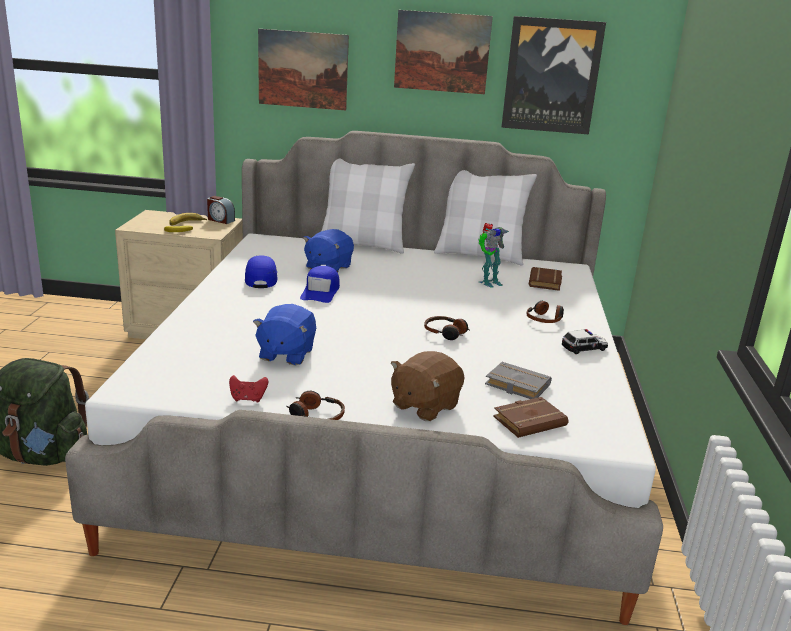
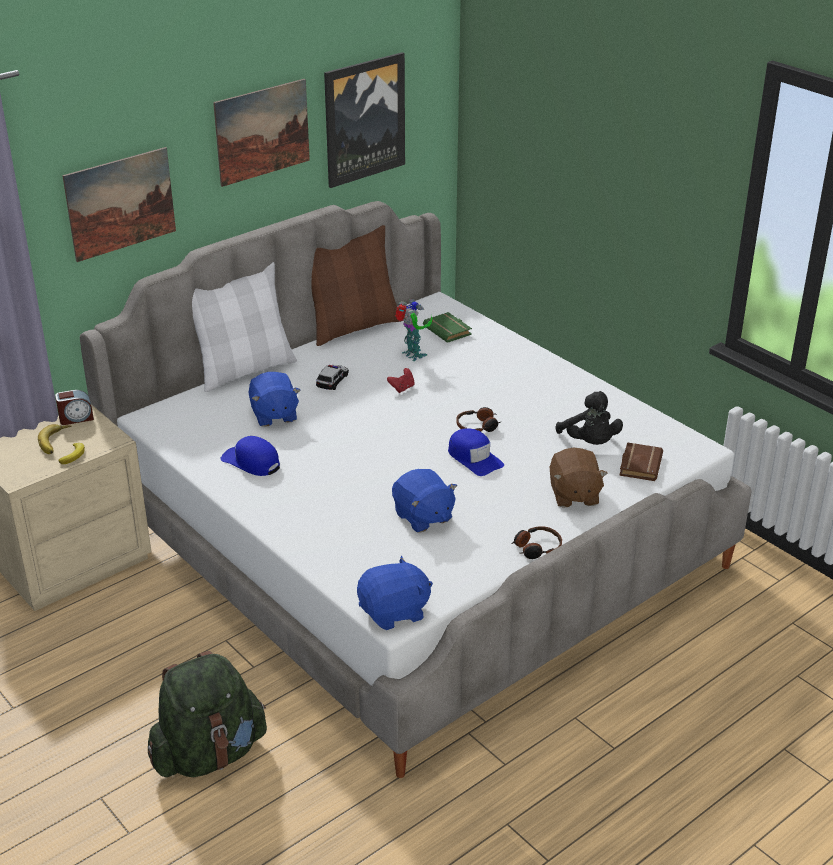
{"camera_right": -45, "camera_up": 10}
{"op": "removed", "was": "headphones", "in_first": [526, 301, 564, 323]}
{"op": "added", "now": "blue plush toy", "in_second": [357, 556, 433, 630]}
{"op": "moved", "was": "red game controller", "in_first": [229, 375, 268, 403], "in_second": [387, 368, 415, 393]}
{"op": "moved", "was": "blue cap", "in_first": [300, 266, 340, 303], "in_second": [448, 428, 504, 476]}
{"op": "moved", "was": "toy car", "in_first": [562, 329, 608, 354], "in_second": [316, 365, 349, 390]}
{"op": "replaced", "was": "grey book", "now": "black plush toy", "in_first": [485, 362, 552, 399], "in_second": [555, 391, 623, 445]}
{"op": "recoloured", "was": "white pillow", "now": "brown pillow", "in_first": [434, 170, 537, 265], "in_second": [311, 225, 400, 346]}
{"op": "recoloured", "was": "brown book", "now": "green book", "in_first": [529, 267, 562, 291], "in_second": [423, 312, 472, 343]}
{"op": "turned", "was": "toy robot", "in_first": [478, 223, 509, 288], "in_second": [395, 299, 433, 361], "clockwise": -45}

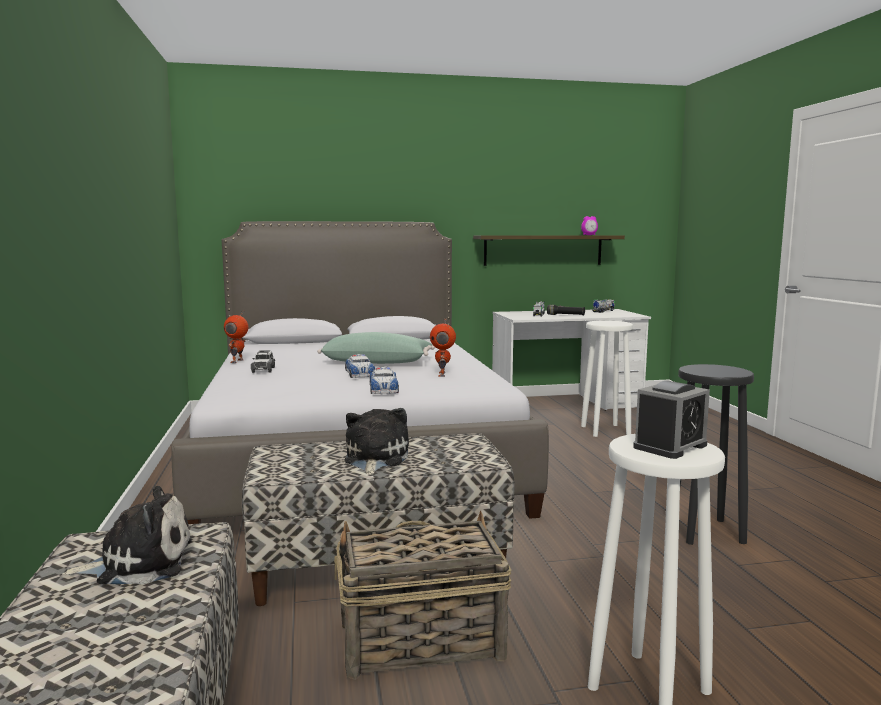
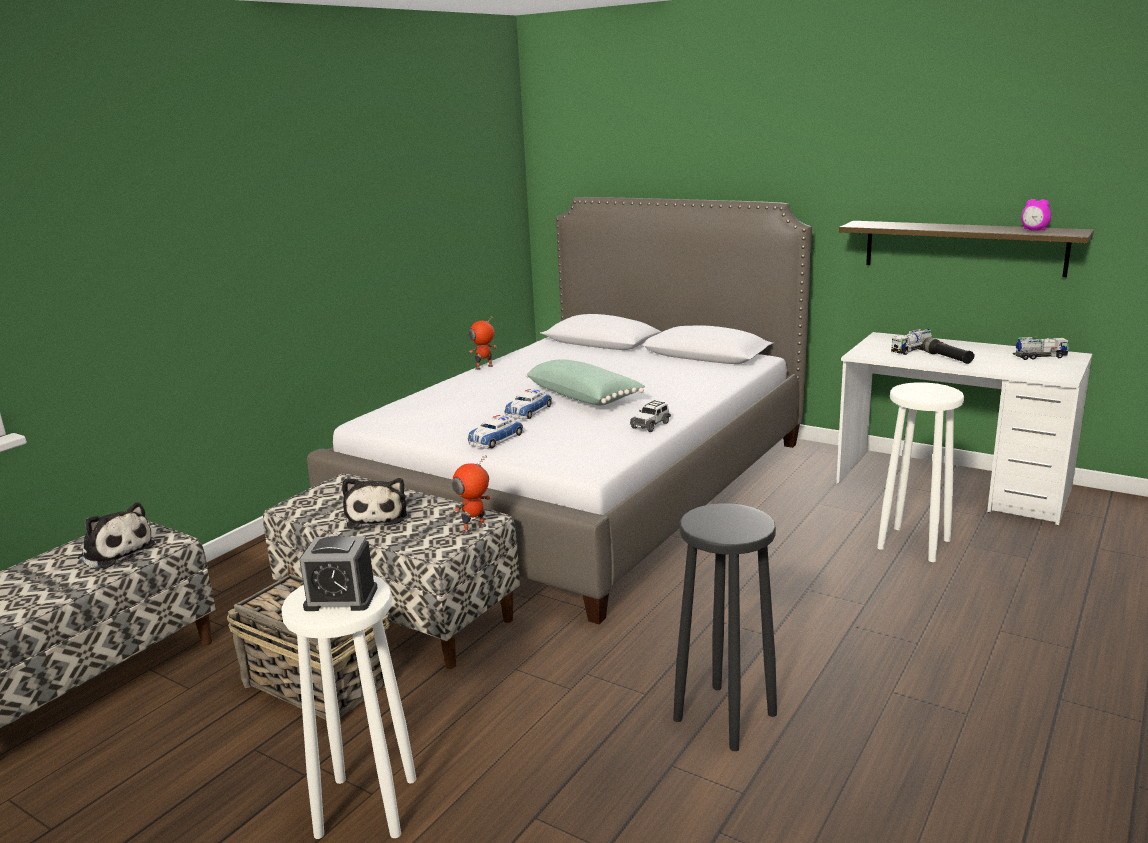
{"camera_right": 45, "camera_up": 10}
{"op": "moved", "was": "toy car", "in_first": [251, 350, 275, 373], "in_second": [630, 400, 671, 432]}
{"op": "moved", "was": "toy robot", "in_first": [430, 318, 456, 377], "in_second": [452, 455, 491, 535]}
{"op": "turned", "was": "plush toy", "in_first": [344, 408, 409, 475], "in_second": [342, 478, 408, 529], "clockwise": 120}

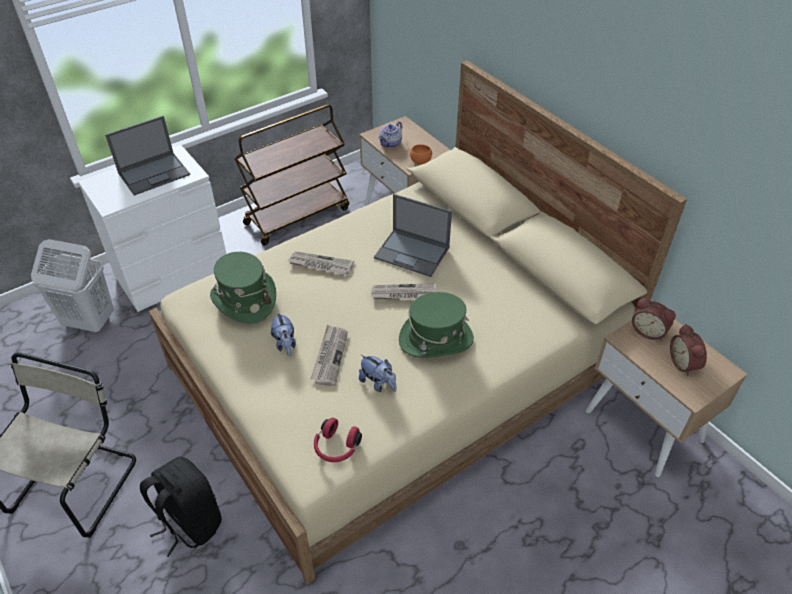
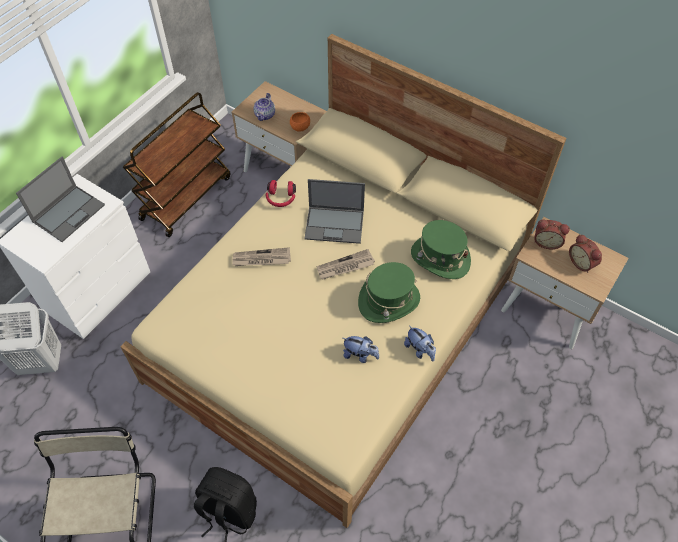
{"camera_right": -20, "camera_up": 10}
{"op": "removed", "was": "newspaper", "in_first": [311, 325, 348, 386]}
{"op": "moved", "was": "green hat", "in_first": [210, 252, 276, 324], "in_second": [411, 220, 471, 279]}
{"op": "moved", "was": "plush toy", "in_first": [271, 311, 296, 356], "in_second": [404, 326, 436, 362]}
{"op": "moved", "was": "red headphones", "in_first": [314, 418, 362, 462], "in_second": [266, 180, 296, 207]}

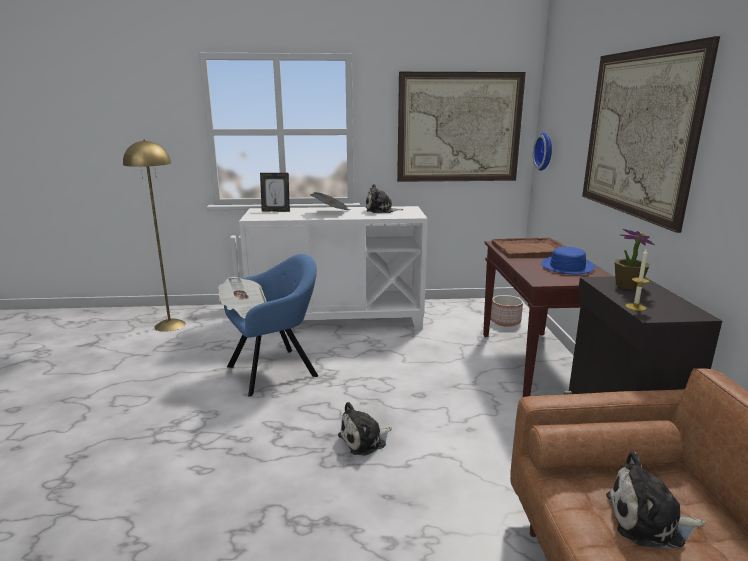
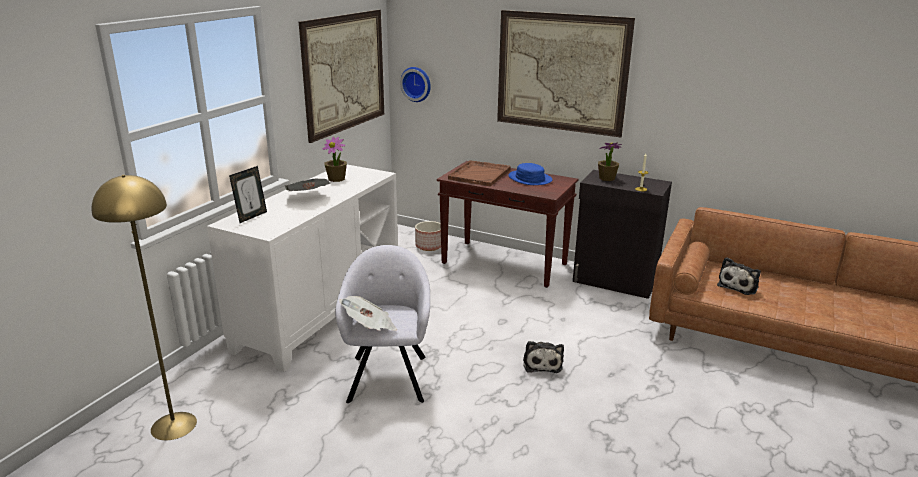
{"camera_right": -60, "camera_up": 5}
{"op": "replaced", "was": "plush toy", "now": "potted plant", "in_first": [366, 184, 403, 213], "in_second": [323, 137, 347, 182]}
{"op": "recoloured", "was": "blue armchair", "now": "grey armchair", "in_first": [224, 254, 318, 397], "in_second": [335, 245, 430, 403]}

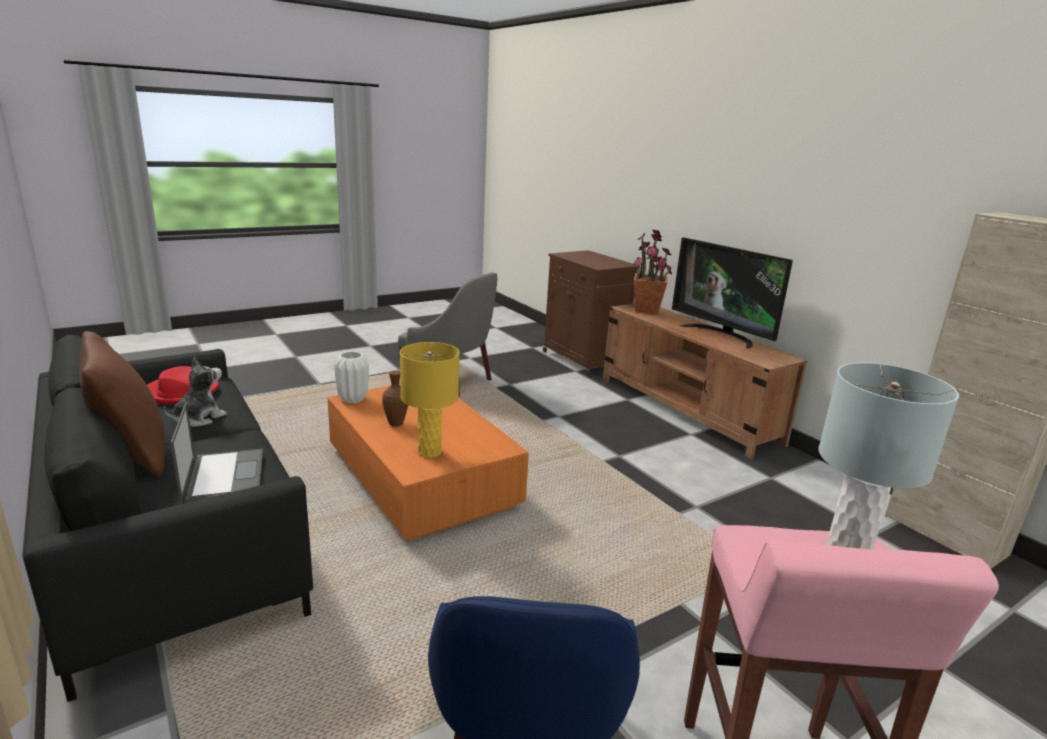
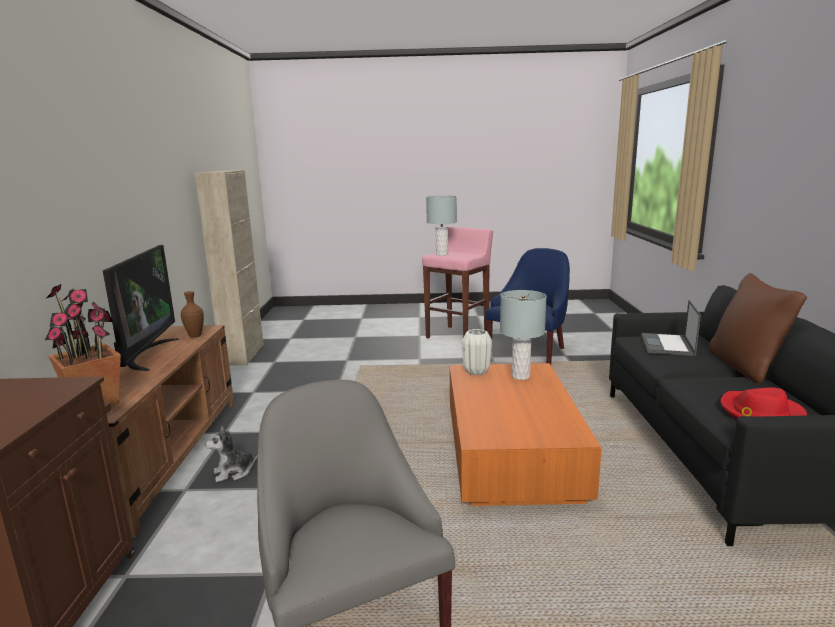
{"camera_right": -145, "camera_up": -5}
{"op": "moved", "was": "plush toy", "in_first": [164, 357, 227, 427], "in_second": [205, 426, 258, 482]}
{"op": "moved", "was": "white vase", "in_first": [334, 351, 369, 403], "in_second": [462, 329, 492, 375]}
{"op": "moved", "was": "brown vase", "in_first": [382, 370, 408, 426], "in_second": [181, 291, 204, 338]}
{"op": "recoloured", "was": "yellow table lamp", "now": "grey table lamp", "in_first": [400, 342, 459, 458], "in_second": [500, 290, 547, 380]}

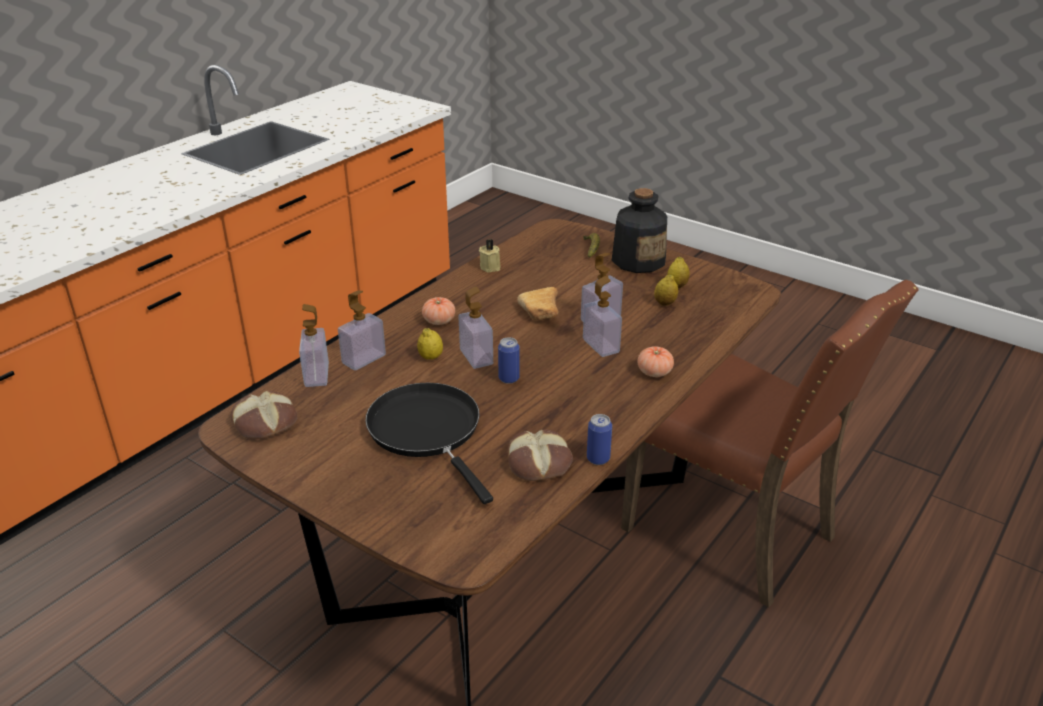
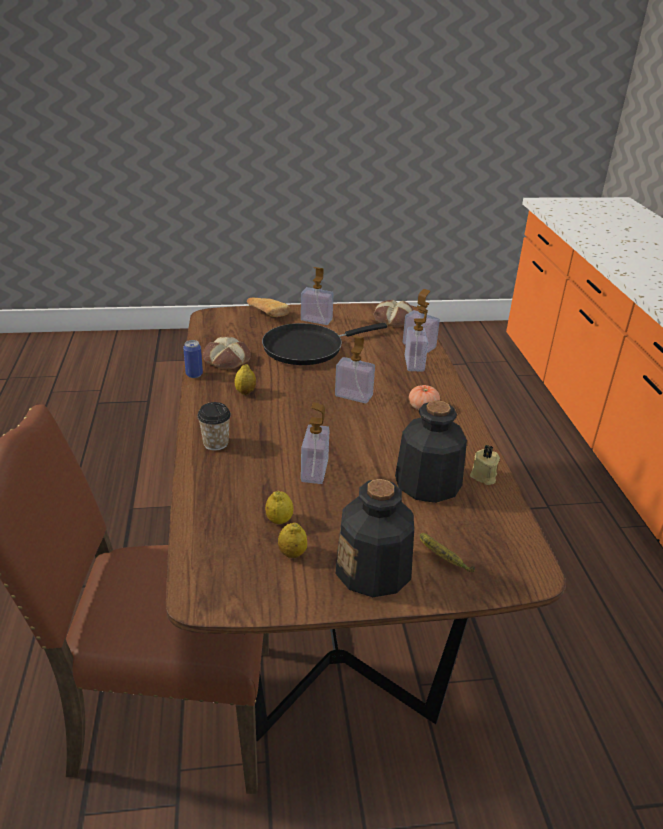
{"camera_right": 135, "camera_up": 0}
{"op": "removed", "was": "can", "in_first": [498, 337, 520, 384]}
{"op": "added", "now": "bottle", "in_second": [395, 400, 467, 503]}
{"op": "moved", "was": "lemon", "in_first": [417, 328, 443, 360], "in_second": [235, 364, 256, 395]}
{"op": "moved", "was": "bread", "in_first": [517, 287, 558, 320], "in_second": [247, 298, 290, 317]}
{"op": "moved", "was": "soap dispenser", "in_first": [583, 276, 622, 357], "in_second": [301, 267, 334, 325]}
{"op": "replaced", "was": "tomato", "now": "cup", "in_first": [637, 346, 674, 377], "in_second": [197, 402, 231, 451]}
{"op": "turned", "was": "black frying pan", "in_first": [365, 383, 493, 504], "in_second": [262, 323, 387, 365], "clockwise": 135}

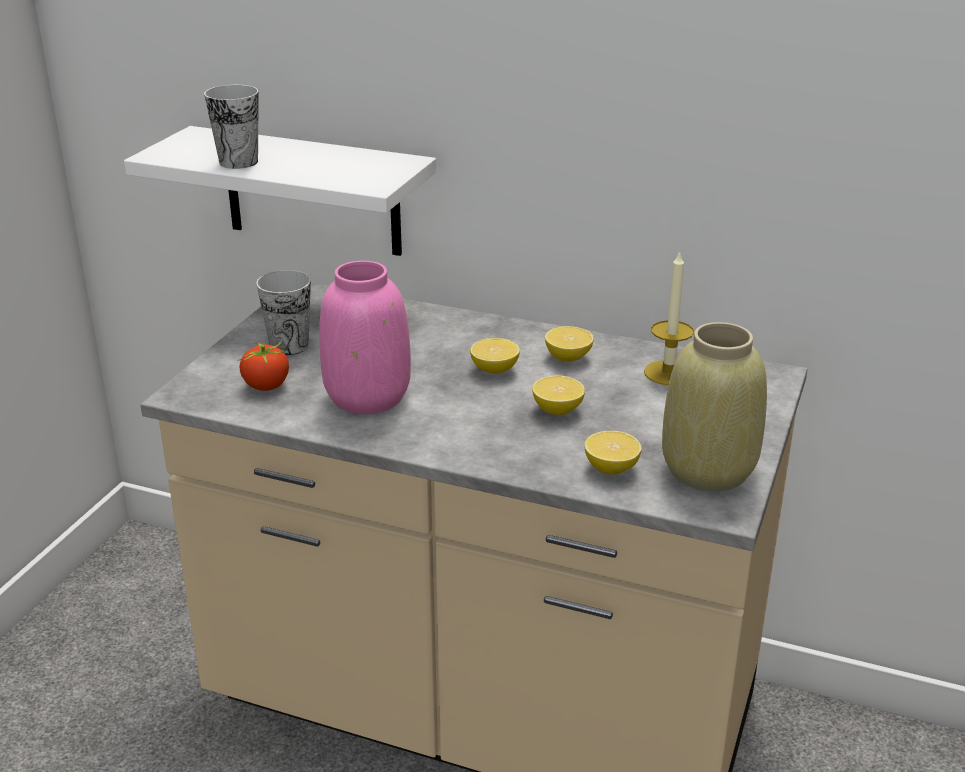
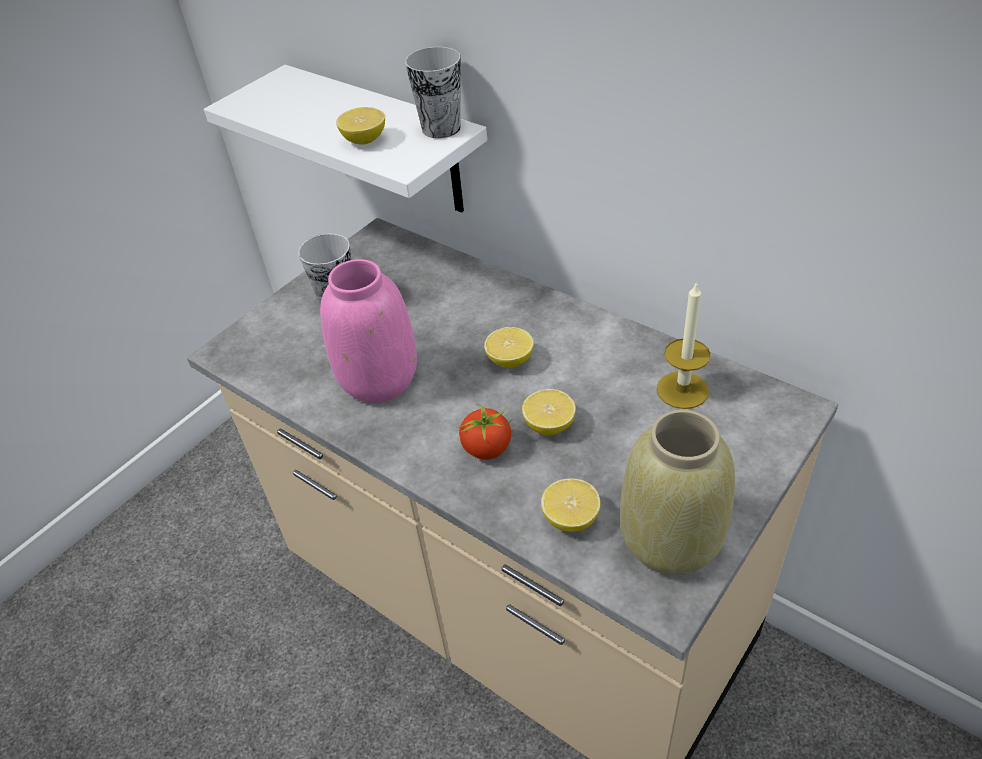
{"camera_right": 20, "camera_up": 15}
{"op": "moved", "was": "cup", "in_first": [204, 85, 259, 169], "in_second": [405, 47, 461, 138]}
{"op": "moved", "was": "tomato", "in_first": [239, 337, 290, 391], "in_second": [456, 403, 513, 460]}
{"op": "moved", "was": "lemon", "in_first": [545, 326, 594, 362], "in_second": [336, 107, 385, 145]}

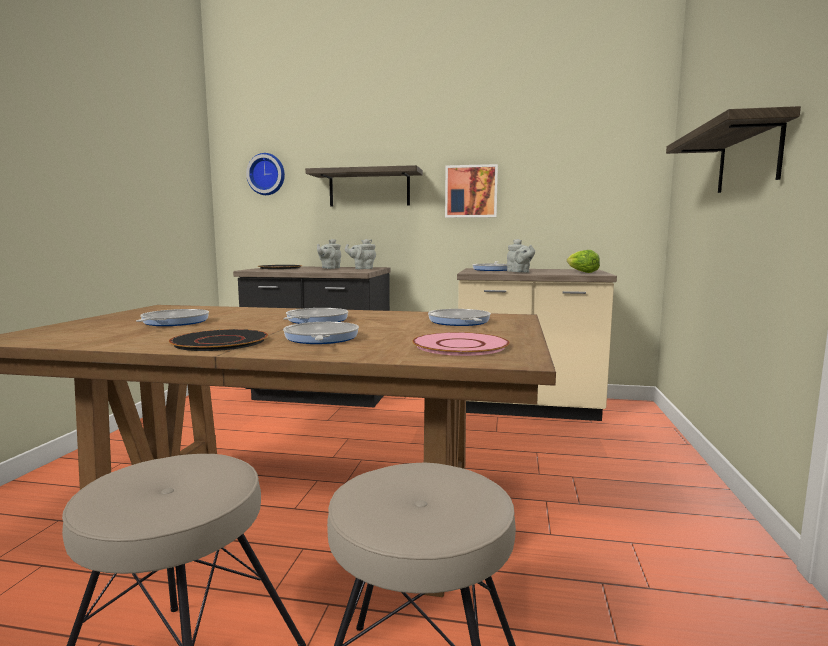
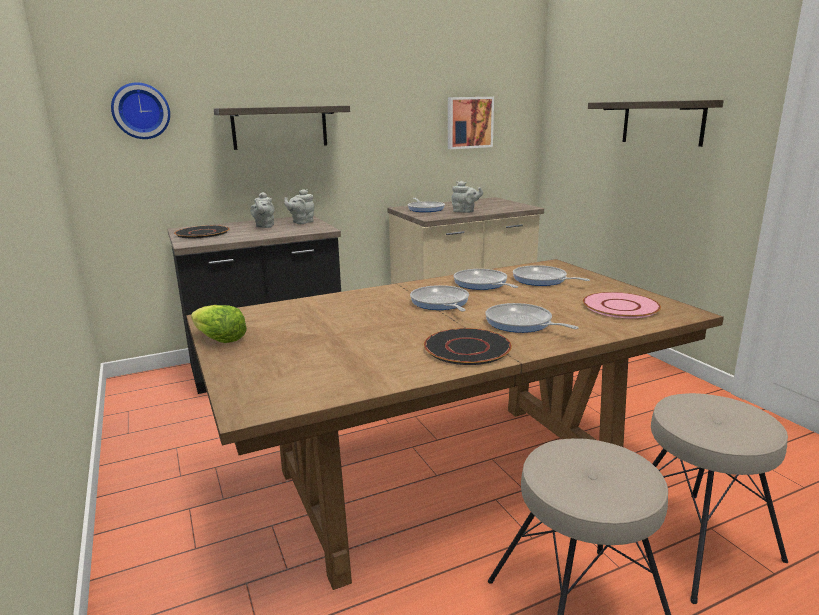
{"camera_right": -35, "camera_up": 10}
{"op": "moved", "was": "frying pan", "in_first": [136, 309, 209, 326], "in_second": [453, 269, 518, 290]}
{"op": "moved", "was": "picture", "in_first": [445, 164, 498, 218], "in_second": [448, 97, 494, 149]}
{"op": "moved", "was": "lettuce", "in_first": [567, 250, 600, 273], "in_second": [191, 305, 247, 343]}

